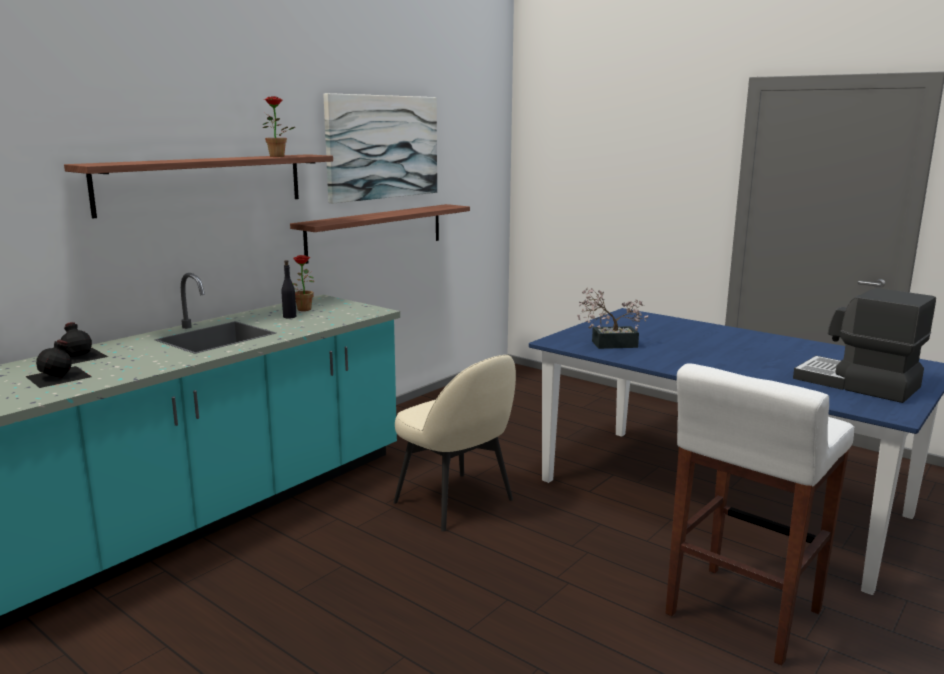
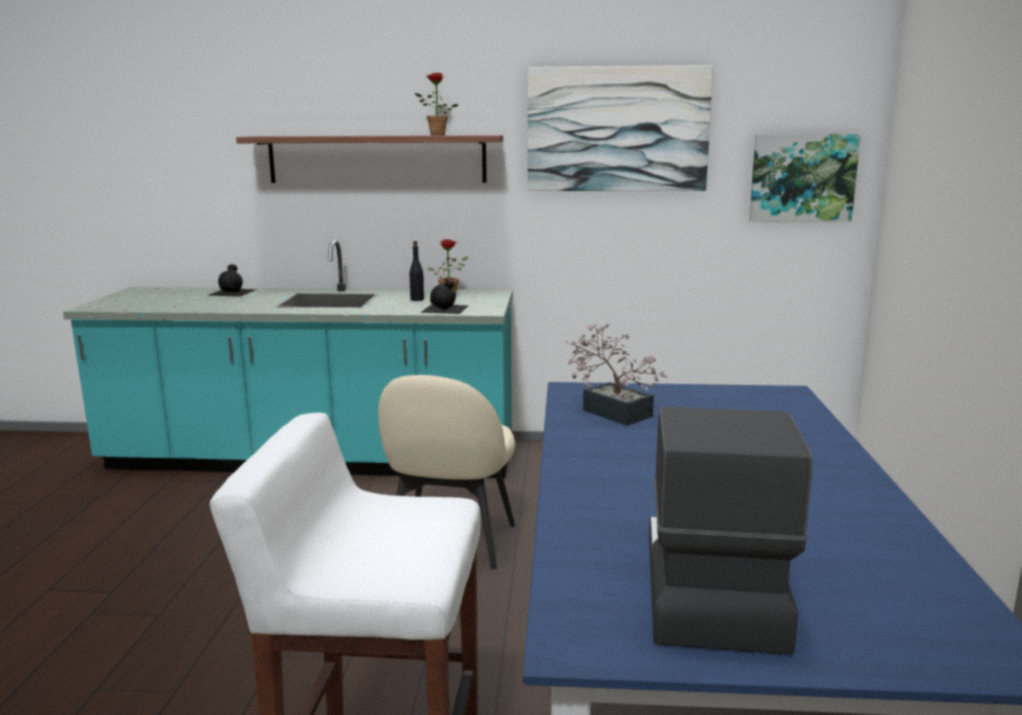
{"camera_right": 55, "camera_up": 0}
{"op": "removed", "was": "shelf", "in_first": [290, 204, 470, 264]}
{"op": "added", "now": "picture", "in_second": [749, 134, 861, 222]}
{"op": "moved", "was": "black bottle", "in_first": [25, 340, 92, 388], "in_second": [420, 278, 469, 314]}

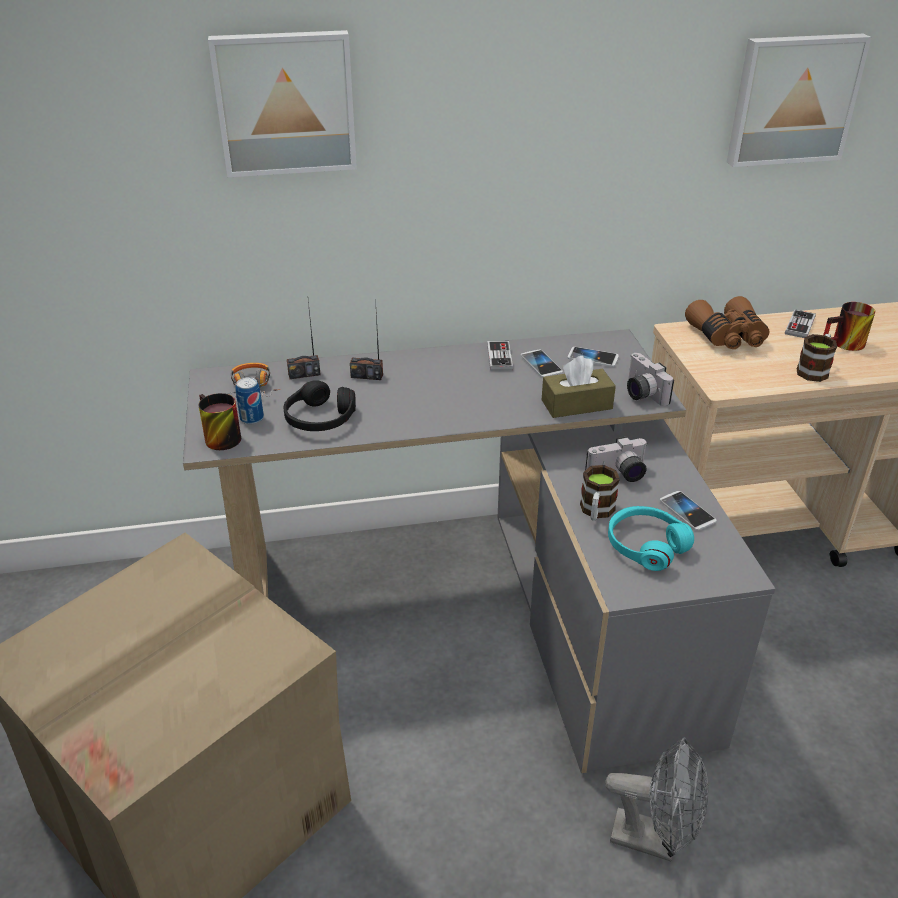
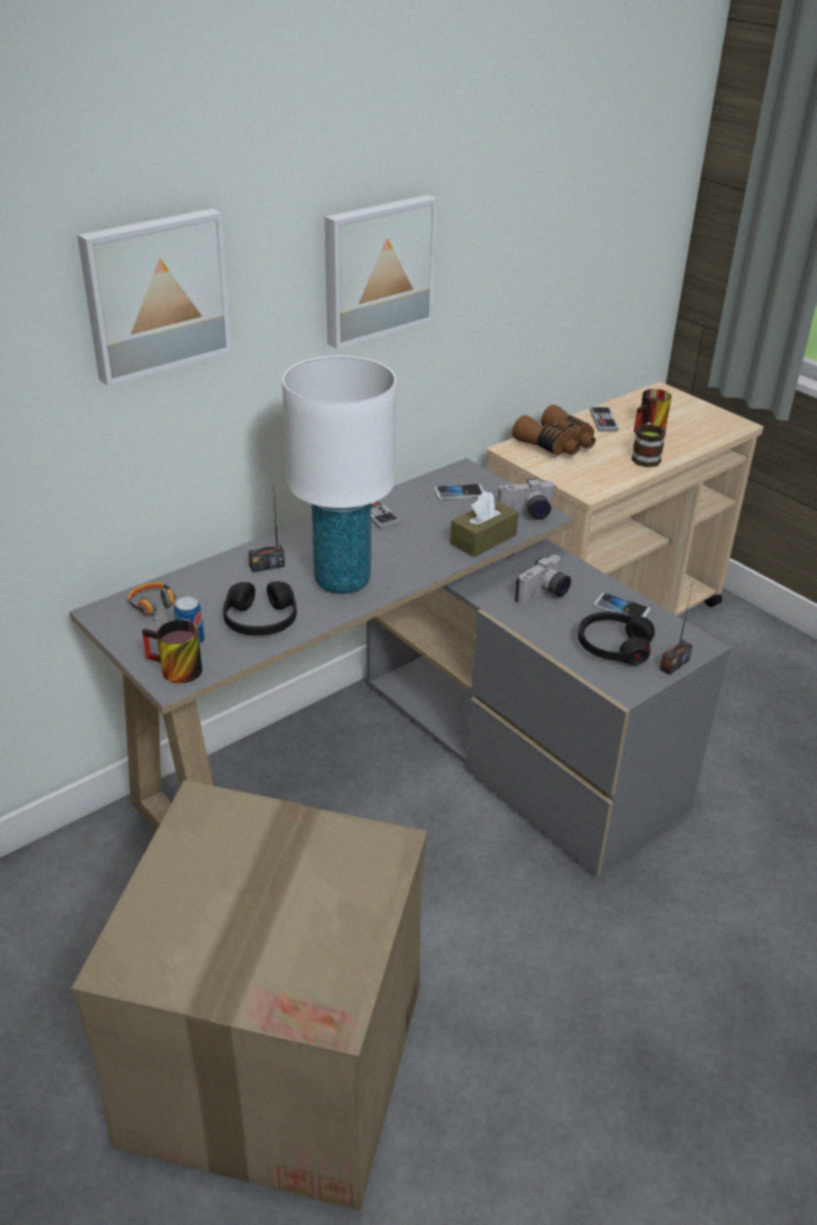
{"camera_right": -30, "camera_up": 0}
{"op": "removed", "was": "phone", "in_first": [521, 350, 563, 377]}
{"op": "removed", "was": "mug", "in_first": [580, 465, 620, 521]}
{"op": "removed", "was": "grey fan", "in_first": [605, 737, 708, 862]}
{"op": "added", "now": "white table lamp", "in_second": [282, 356, 397, 594]}
{"op": "moved", "was": "radio", "in_first": [287, 301, 321, 379], "in_second": [660, 582, 693, 675]}
{"op": "moved", "was": "picture", "in_first": [727, 34, 871, 167], "in_second": [325, 195, 437, 349]}
{"op": "recoloured", "was": "turquoise headphones", "now": "black headphones", "in_first": [608, 506, 694, 571], "in_second": [578, 612, 655, 665]}
{"op": "turned", "was": "photo camera", "in_first": [627, 353, 674, 406], "in_second": [498, 478, 556, 520], "clockwise": -45}

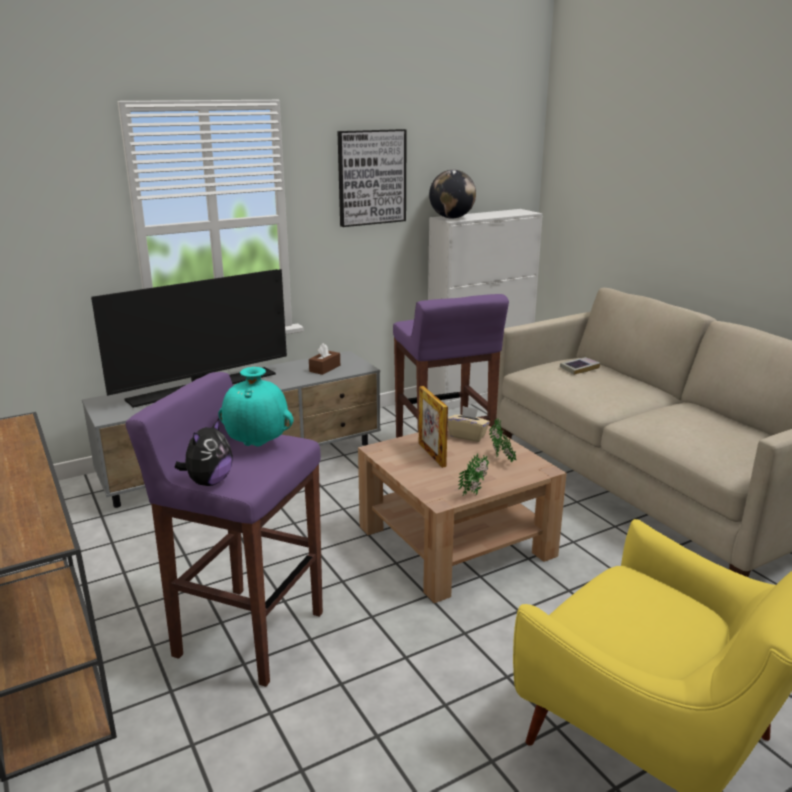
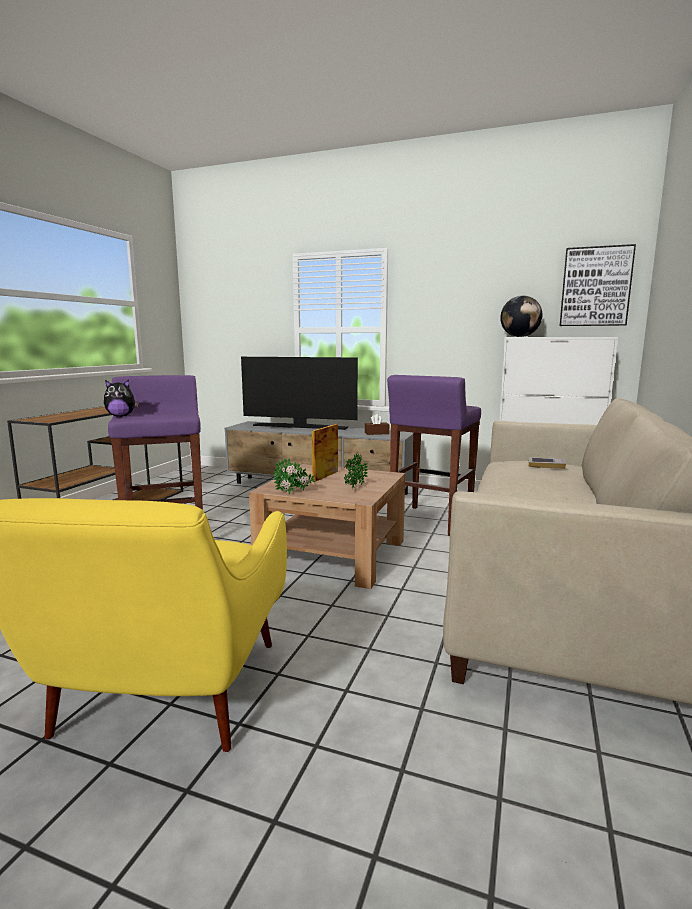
{"camera_right": 50, "camera_up": -10}
{"op": "removed", "was": "turquoise vase", "in_first": [218, 367, 293, 447]}
{"op": "removed", "was": "beige tissue box", "in_first": [448, 406, 490, 442]}
{"op": "moved", "was": "picture", "in_first": [337, 129, 407, 227], "in_second": [560, 244, 636, 326]}

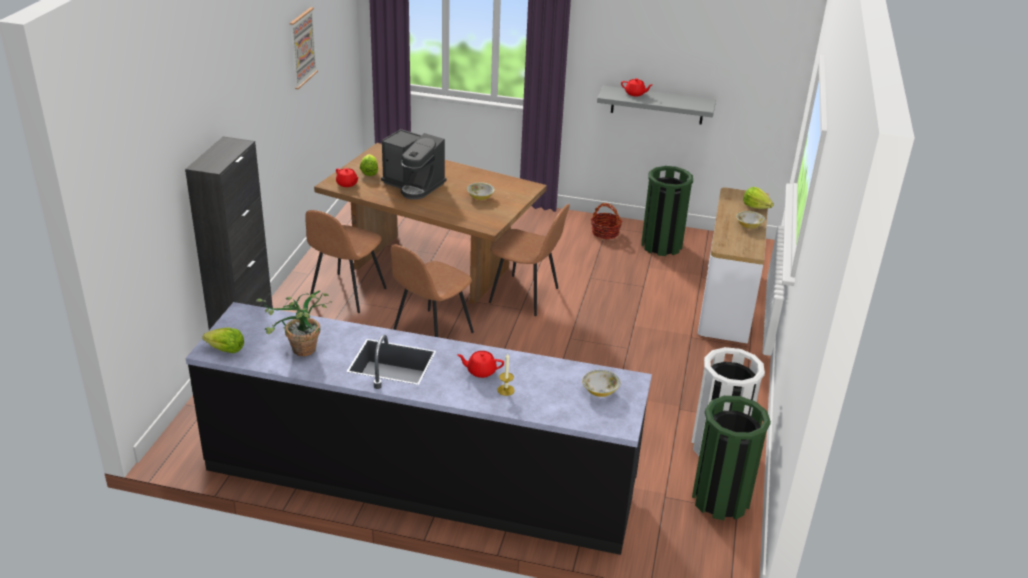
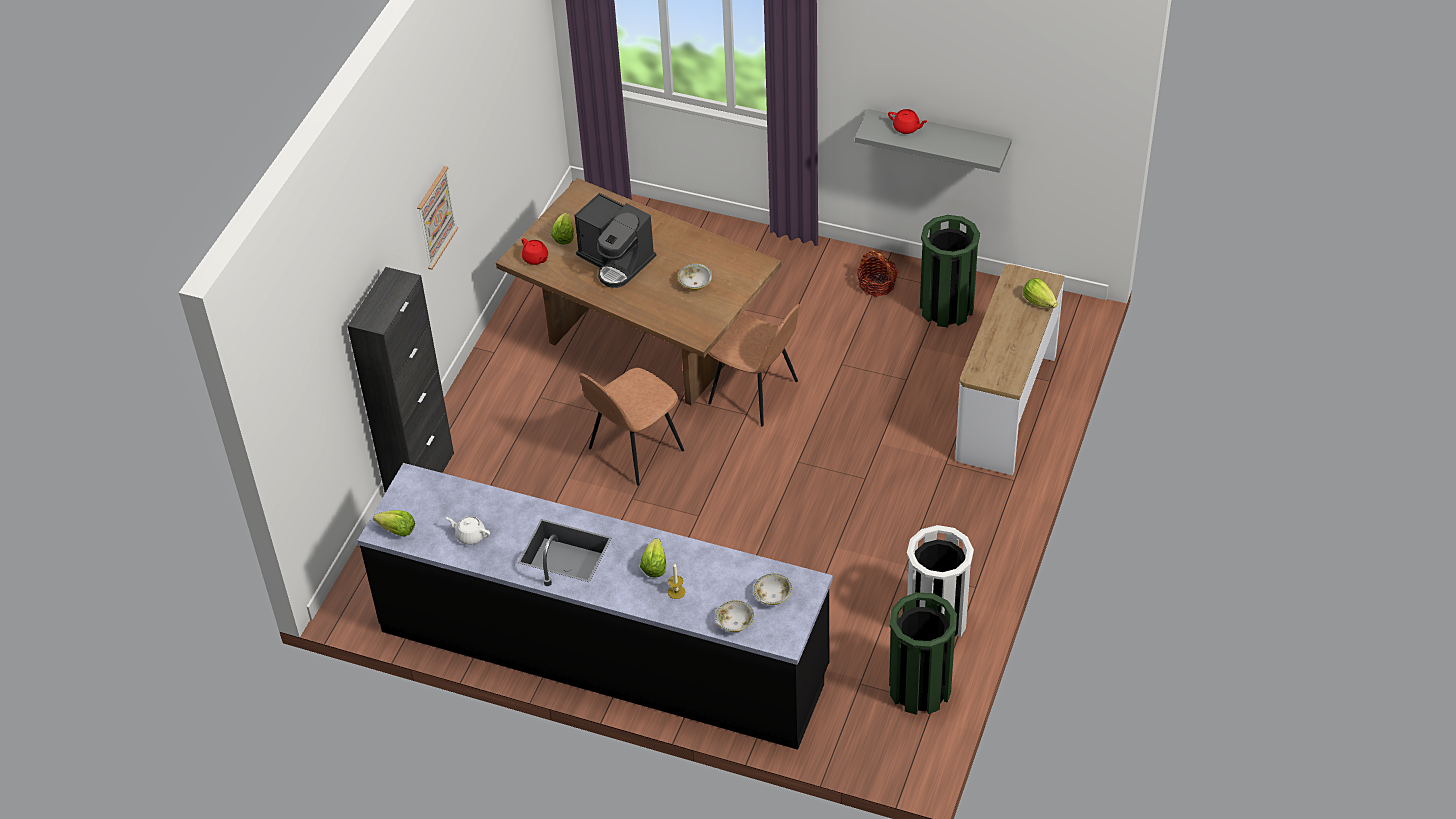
{"camera_right": 10, "camera_up": 15}
{"op": "removed", "was": "brown chair", "in_first": [305, 210, 387, 313]}
{"op": "moved", "was": "picture", "in_first": [290, 7, 318, 89], "in_second": [417, 166, 458, 270]}
{"op": "moved", "was": "bowl", "in_first": [736, 211, 765, 229], "in_second": [715, 600, 754, 632]}
{"op": "replaced", "was": "potted plant", "now": "white teapot", "in_first": [256, 290, 332, 356], "in_second": [446, 516, 490, 545]}
{"op": "replaced", "was": "red teapot", "now": "lettuce", "in_first": [457, 351, 504, 378], "in_second": [640, 538, 666, 577]}

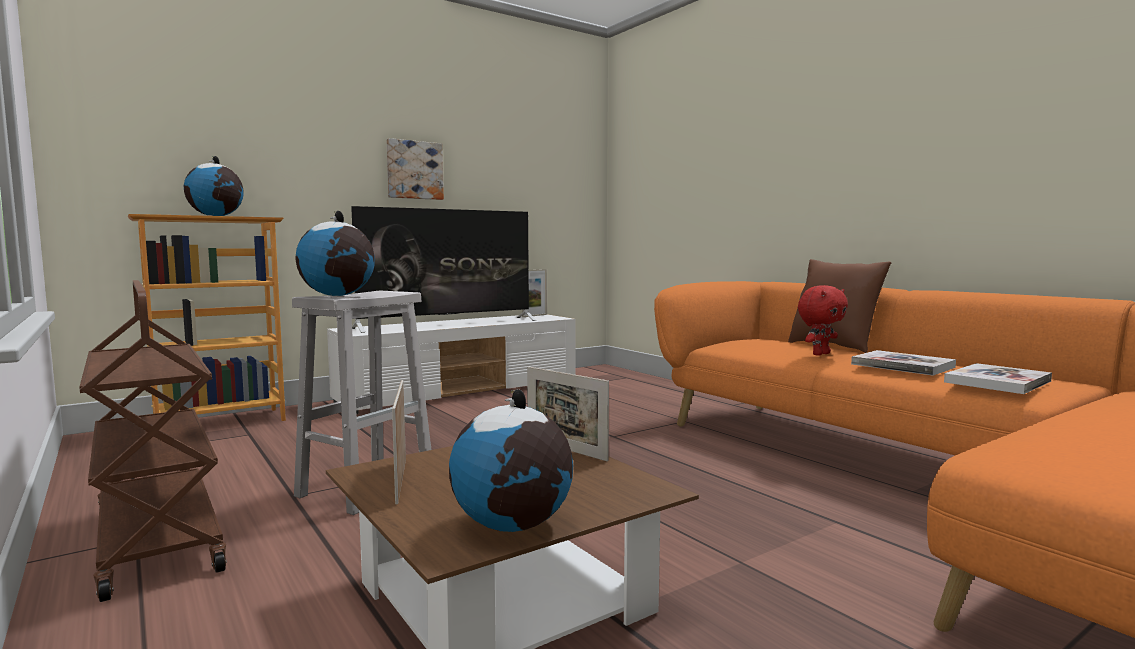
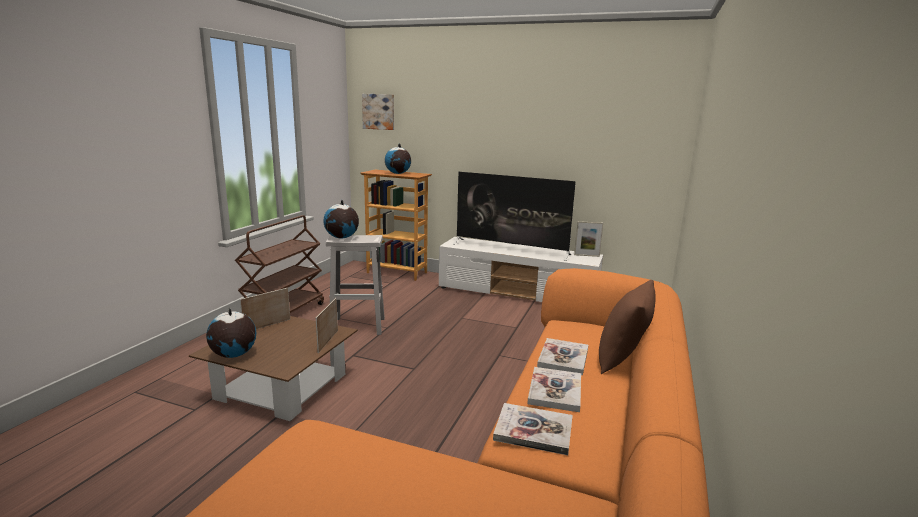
{"camera_right": 55, "camera_up": 10}
{"op": "moved", "was": "picture", "in_first": [387, 138, 444, 200], "in_second": [362, 94, 394, 130]}
{"op": "replaced", "was": "red plush toy", "now": "book", "in_first": [798, 285, 848, 356], "in_second": [537, 338, 588, 375]}

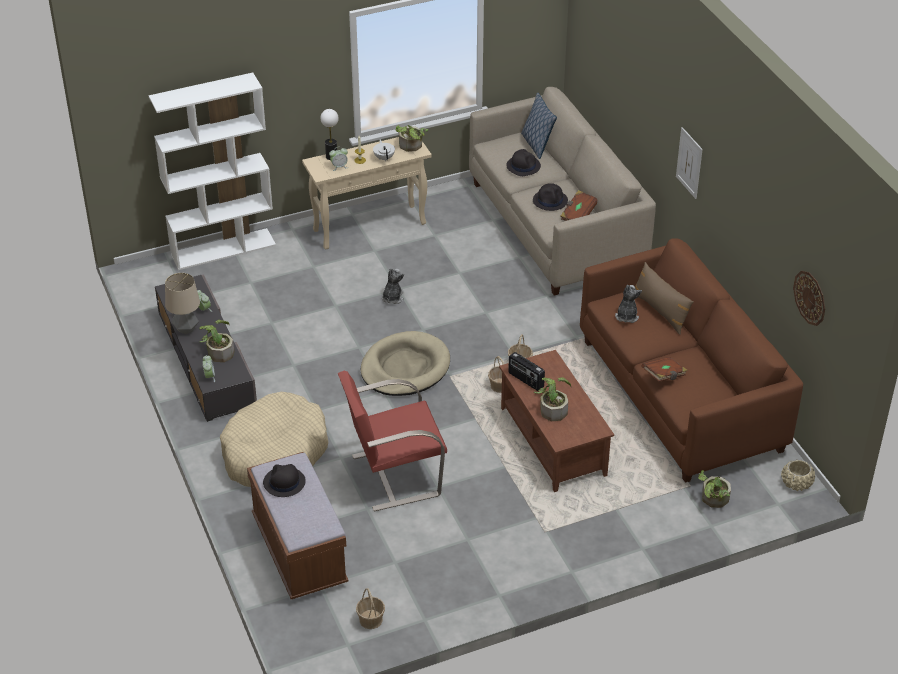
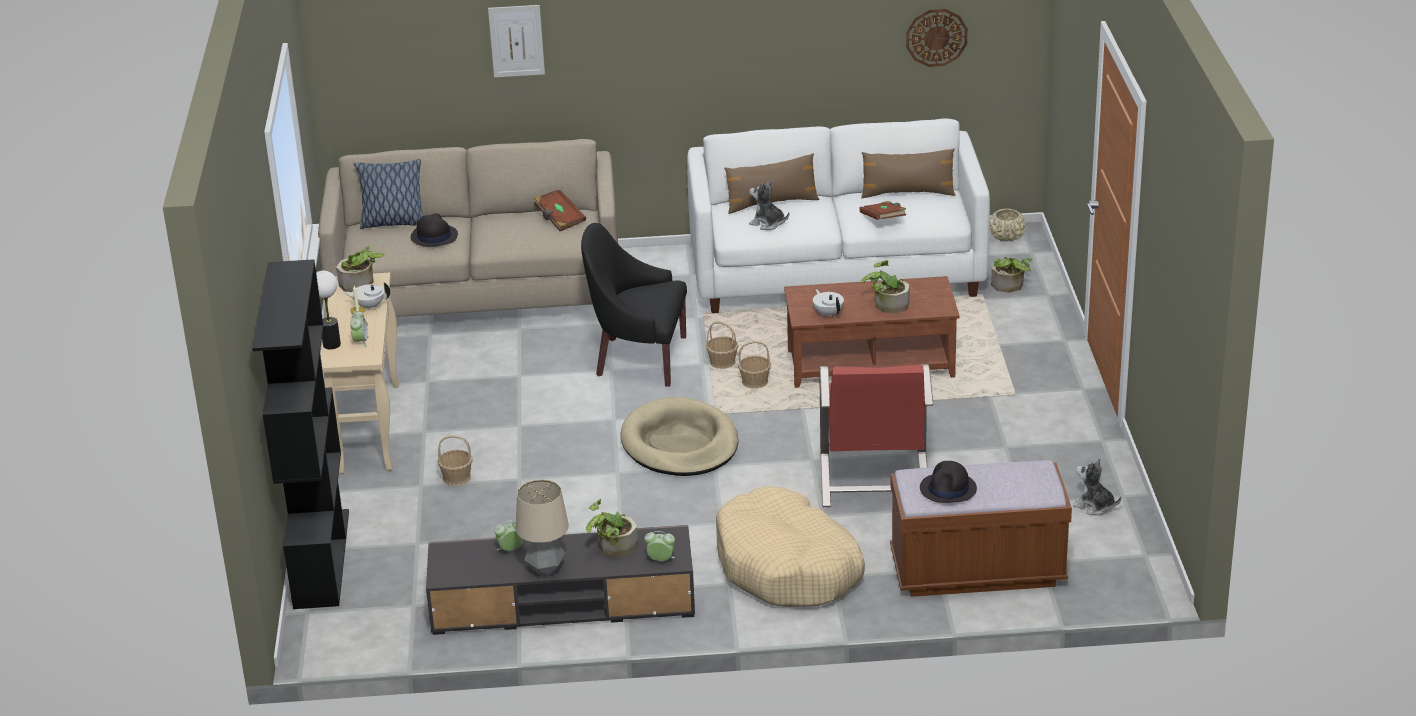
{"camera_right": -70, "camera_up": -10}
{"op": "removed", "was": "black hat", "in_first": [533, 183, 568, 211]}
{"op": "added", "now": "black armchair", "in_second": [581, 223, 687, 387]}
{"op": "added", "now": "brown pillow", "in_second": [861, 149, 955, 198]}
{"op": "moved", "was": "basket", "in_first": [356, 588, 385, 629], "in_second": [438, 435, 473, 486]}
{"op": "moved", "was": "plush toy", "in_first": [382, 268, 404, 304], "in_second": [1073, 458, 1121, 515]}
{"op": "moved", "was": "picture", "in_first": [676, 127, 703, 199], "in_second": [488, 5, 545, 77]}
{"op": "replaced", "was": "radio", "now": "white teapot", "in_first": [508, 352, 545, 391], "in_second": [813, 289, 844, 317]}
{"op": "recoloured", "was": "white bookcase", "now": "black bookcase", "in_first": [149, 73, 276, 270], "in_second": [252, 259, 349, 609]}
{"op": "recoloured", "was": "brown sofa", "now": "white sofa", "in_first": [580, 238, 803, 483], "in_second": [687, 119, 990, 313]}

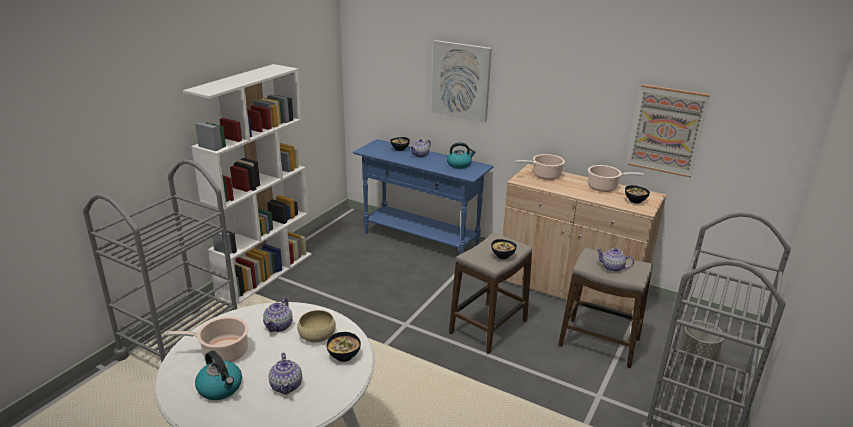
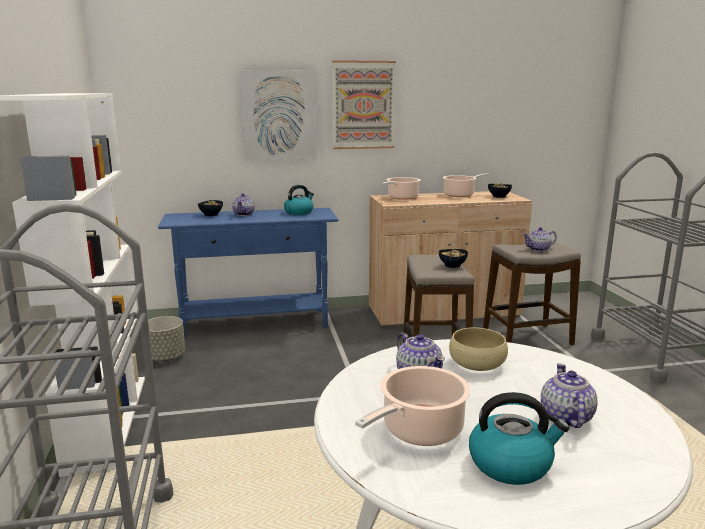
{"camera_right": -40, "camera_up": -10}
{"op": "removed", "was": "bowl", "in_first": [326, 332, 361, 362]}
{"op": "moved", "was": "picture", "in_first": [627, 84, 710, 177], "in_second": [332, 60, 396, 149]}
{"op": "moved", "was": "grey planter", "in_first": [679, 320, 724, 366], "in_second": [148, 316, 185, 361]}
{"op": "turned", "was": "teapot", "in_first": [269, 353, 302, 395], "in_second": [541, 363, 598, 428], "clockwise": -120}

